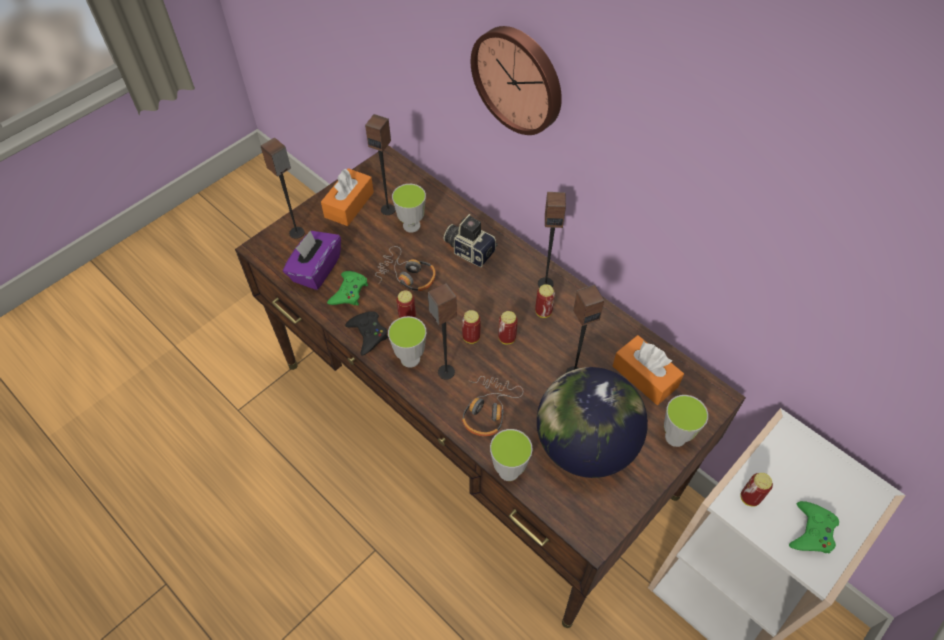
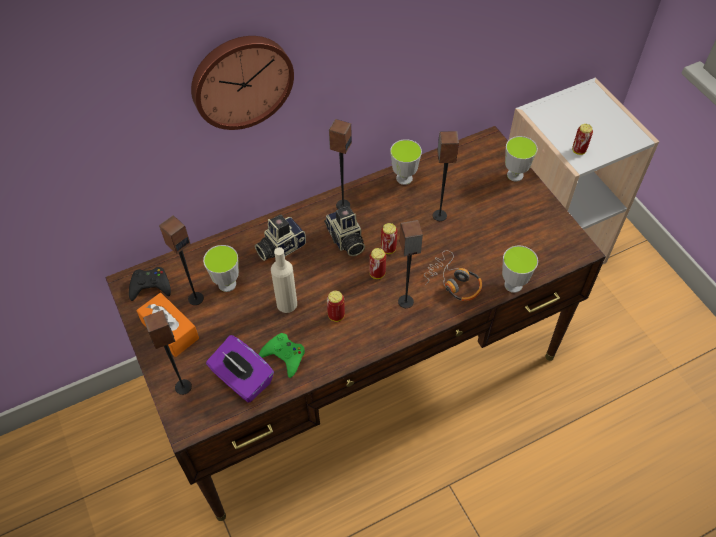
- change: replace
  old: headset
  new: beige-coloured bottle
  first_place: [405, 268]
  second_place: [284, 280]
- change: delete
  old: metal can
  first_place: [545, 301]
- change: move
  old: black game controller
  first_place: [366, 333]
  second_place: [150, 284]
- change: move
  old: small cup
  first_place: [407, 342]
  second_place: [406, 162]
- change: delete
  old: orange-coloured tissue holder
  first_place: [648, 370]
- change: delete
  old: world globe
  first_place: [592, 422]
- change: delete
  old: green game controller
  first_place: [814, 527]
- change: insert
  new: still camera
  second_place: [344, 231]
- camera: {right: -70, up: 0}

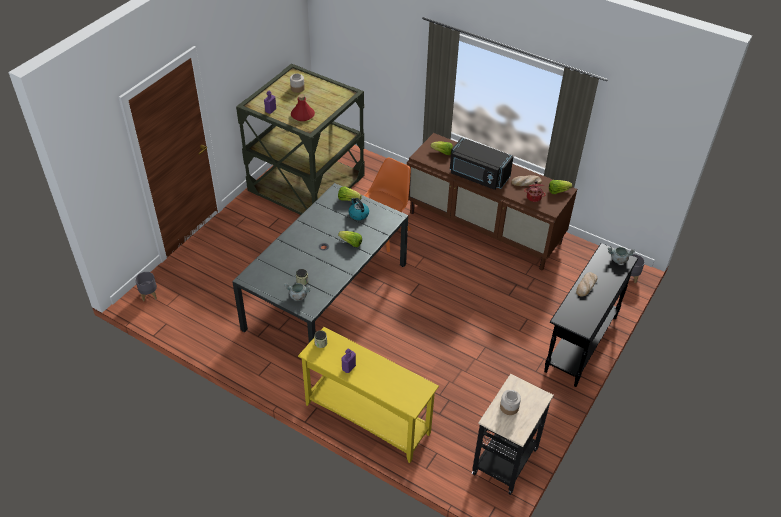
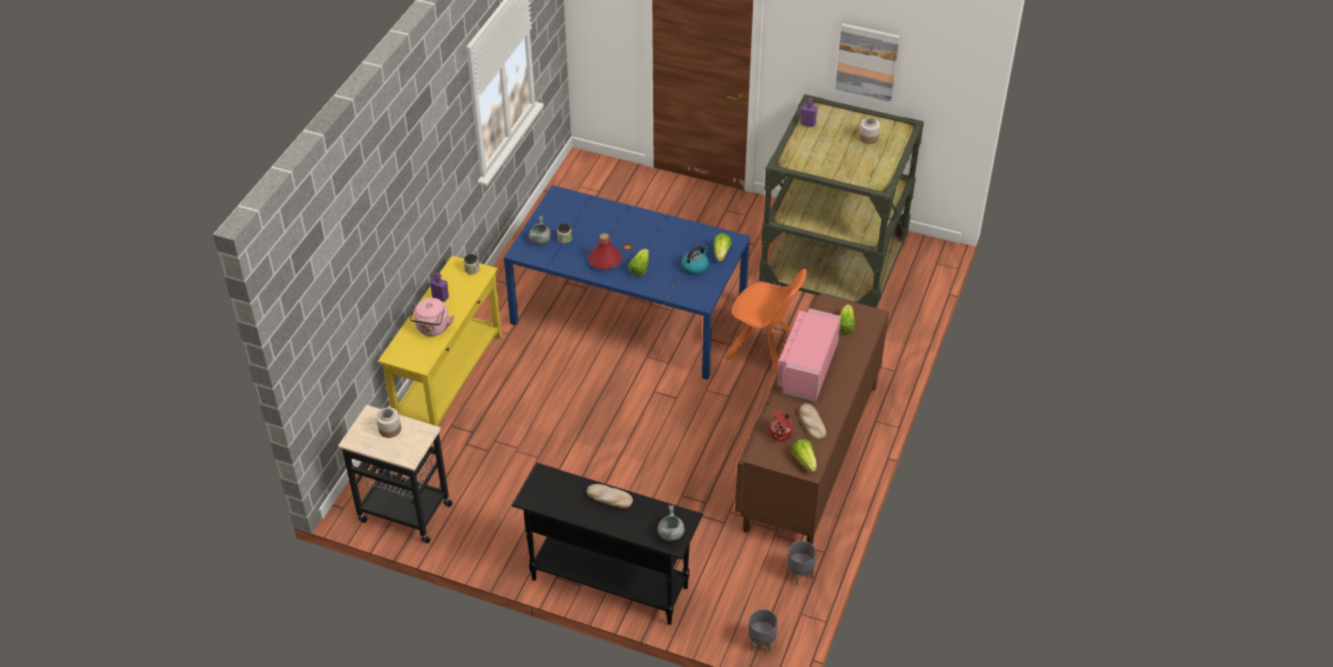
- change: move
  old: red-coloured bottle
  first_place: [303, 107]
  second_place: [605, 251]
- change: recolor
  old: black microwave
  new: pink-coloured microwave
  first_place: [482, 163]
  second_place: [809, 355]
- change: recolor
  old: grey kitchen table
  new: blue-coloured kitchen table
  first_place: [320, 263]
  second_place: [627, 282]
- change: move
  old: grey flower pot
  first_place: [146, 286]
  second_place: [801, 563]
- change: insert
  new: wall picture
  second_place: [867, 62]
- change: insert
  new: pink-coloured kettle
  second_place: [432, 317]
- camera: {right: 80, up: 0}

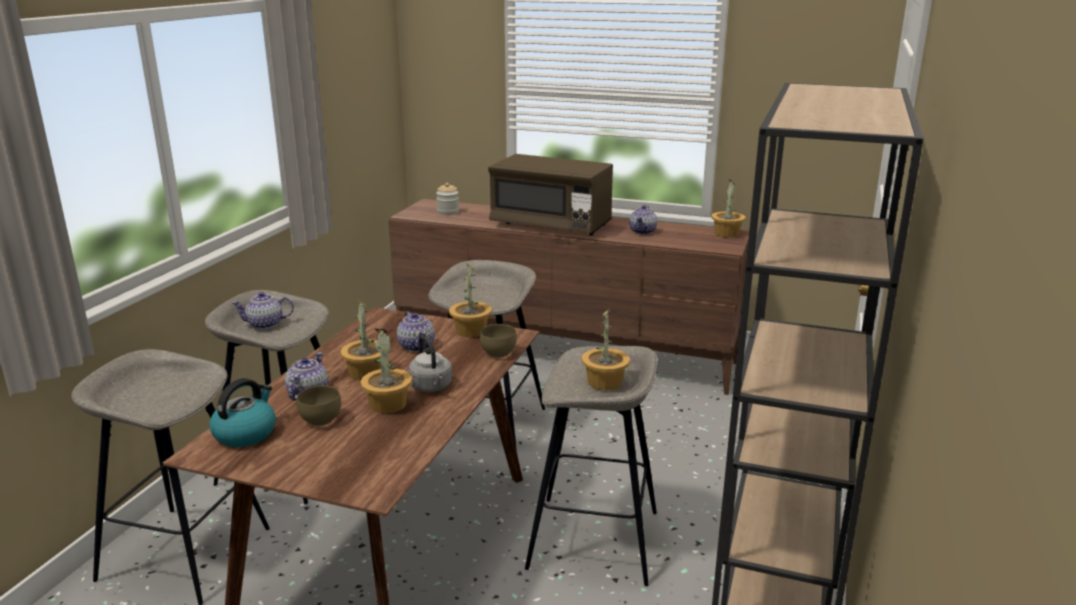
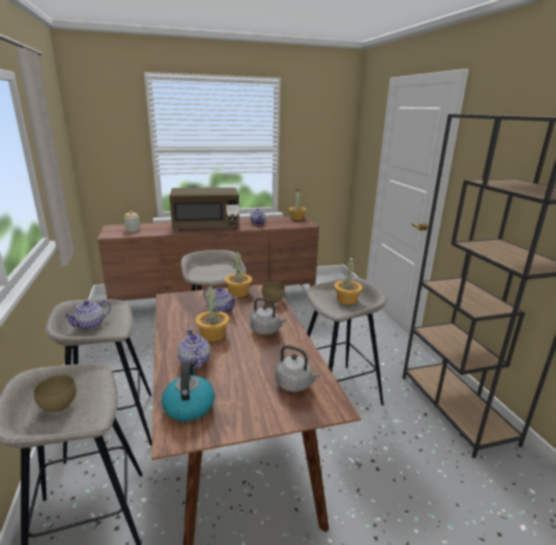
- change: delete
  old: houseplant
  first_place: [386, 371]
- change: move
  old: brownish bowl
  first_place: [319, 405]
  second_place: [55, 393]
- change: insert
  new: grey kettle
  second_place: [298, 368]
- camera: {right: -35, up: 0}

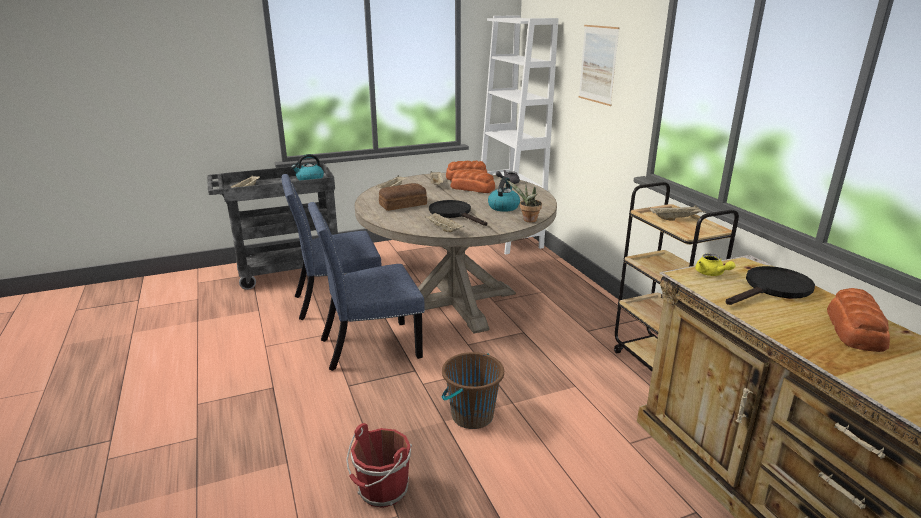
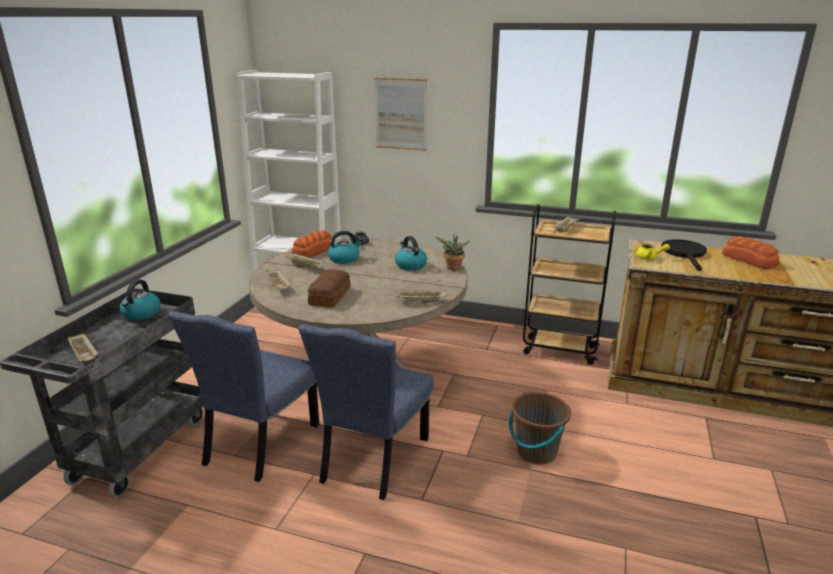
- change: replace
  old: bread
  new: kettle
  first_place: [473, 181]
  second_place: [345, 247]
- change: delete
  old: black pan
  first_place: [458, 213]
- change: delete
  old: red-coloured water bucket
  first_place: [379, 465]
- camera: {right: -50, up: 0}

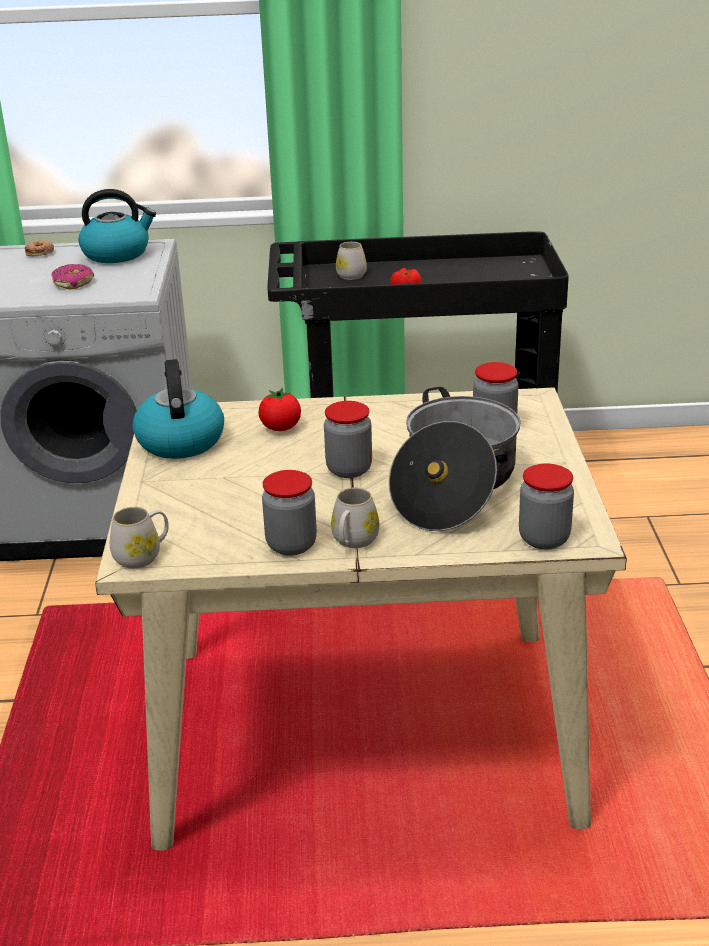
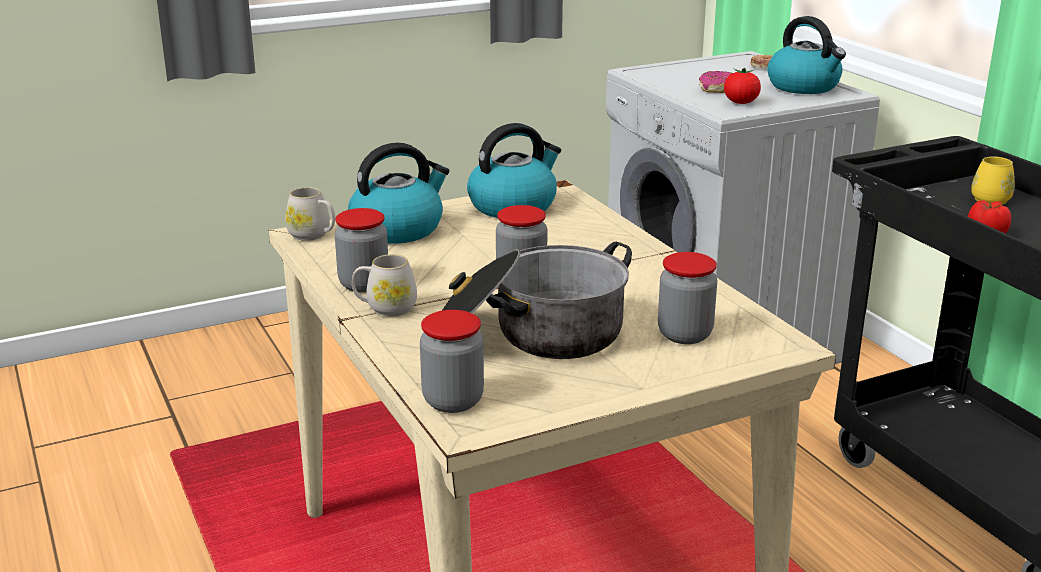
- change: recolor
  old: white-coloured mug
  new: yellow mug
  first_place: [351, 261]
  second_place: [993, 181]
- change: move
  old: fresh tomato
  first_place: [280, 409]
  second_place: [742, 86]
- change: insert
  new: kettle
  second_place: [399, 193]
- camera: {right: 65, up: -5}

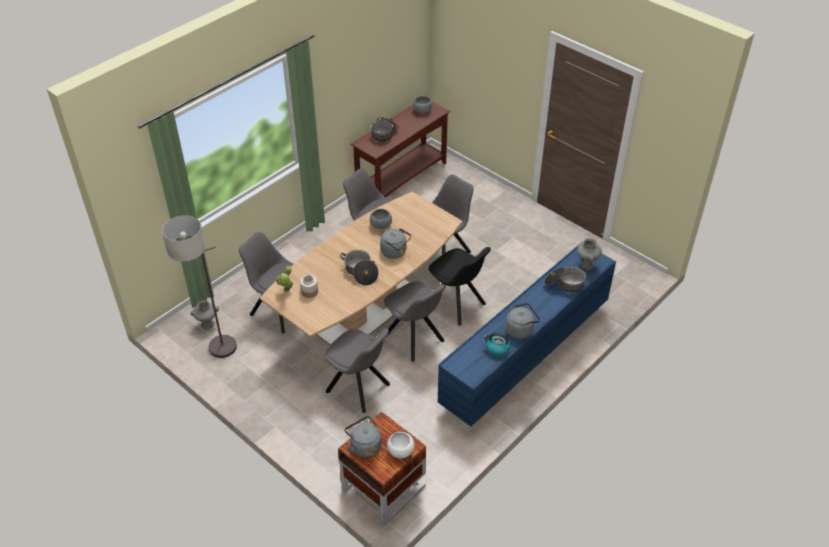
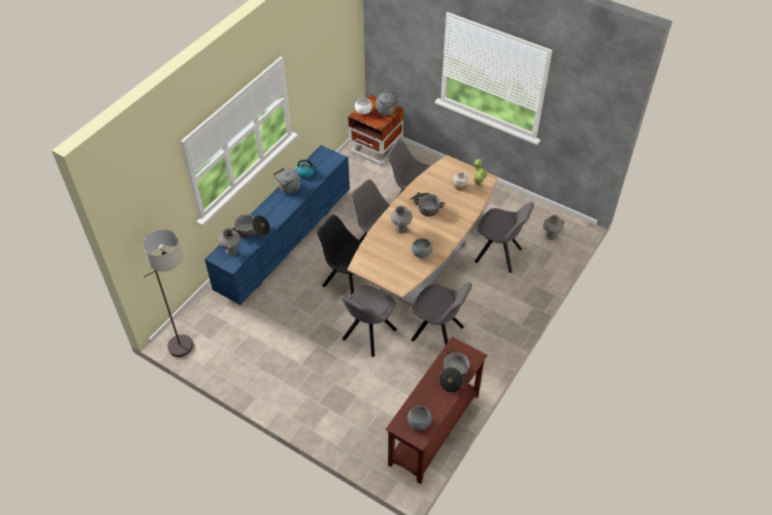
- change: move
  old: grey standing lamp
  first_place: [199, 286]
  second_place: [168, 293]
- change: replace
  old: grey kettle
  new: grey vase
  first_place: [395, 243]
  second_place: [401, 219]
- camera: {right: 170, up: 5}

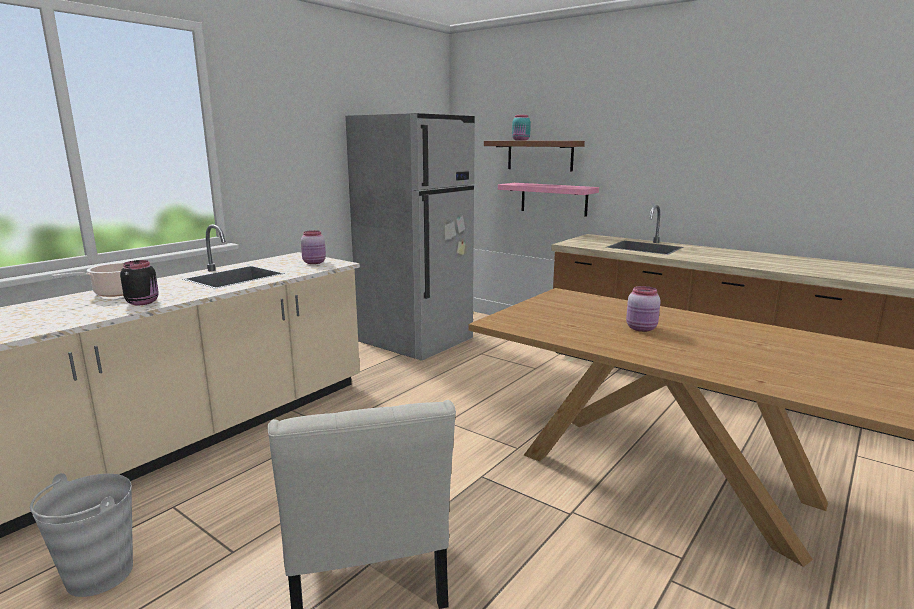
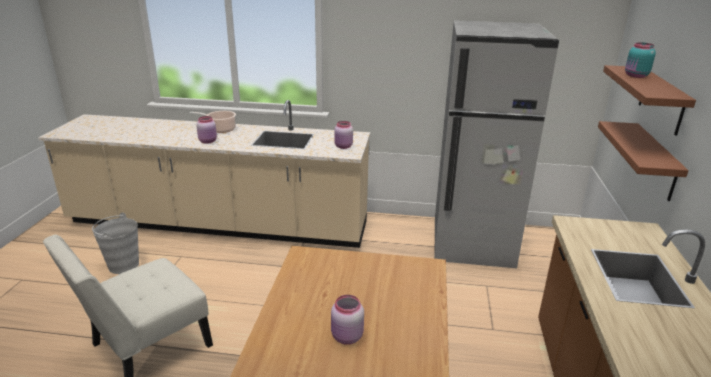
- change: recolor
  old: pink-coloured wall shelf
  new: brownish wall shelf
  first_place: [548, 200]
  second_place: [643, 161]
- change: recolor
  old: black preserve jar
  new: pink-coloured preserve jar
  first_place: [139, 282]
  second_place: [206, 130]
- camera: {right: 60, up: 10}

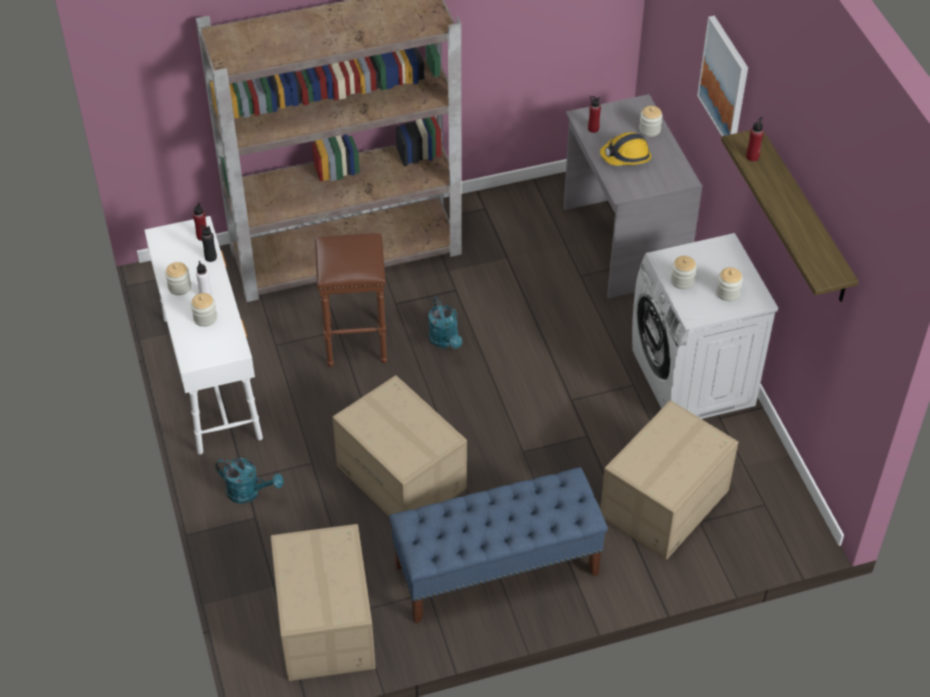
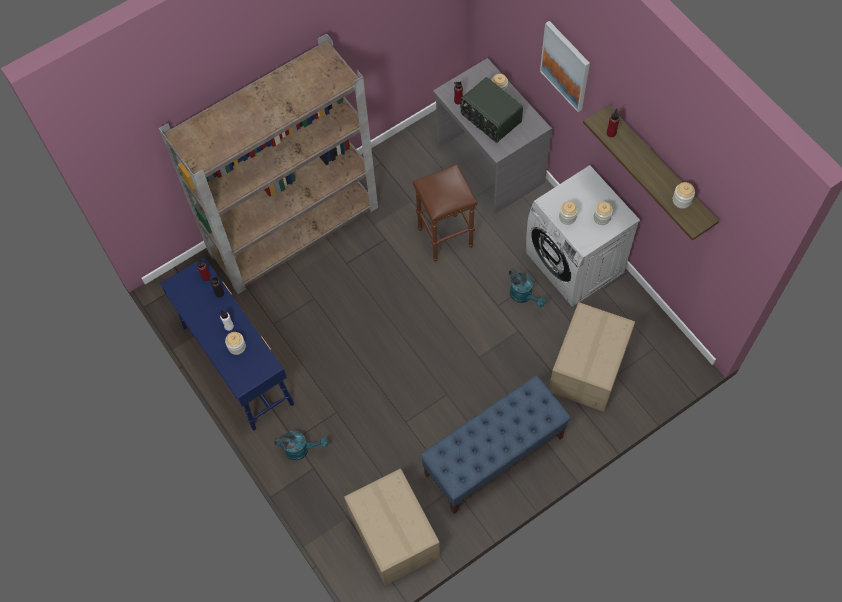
- change: replace
  old: safety helmet
  new: radio receiver
  first_place: [626, 149]
  second_place: [491, 110]
- change: recolor
  old: white-coloured narrow table
  new: blue-coloured narrow table
  first_place: [203, 335]
  second_place: [227, 343]
- change: move
  old: brownish stool seat
  first_place: [351, 300]
  second_place: [445, 213]
- change: move
  old: preserve jar
  first_place: [178, 278]
  second_place: [684, 195]
- change: move
  old: blue-green watering pot
  first_place: [445, 322]
  second_place: [527, 288]
- change: delete
  old: cardboard box
  first_place: [399, 445]
- camera: {right: -15, up: 15}

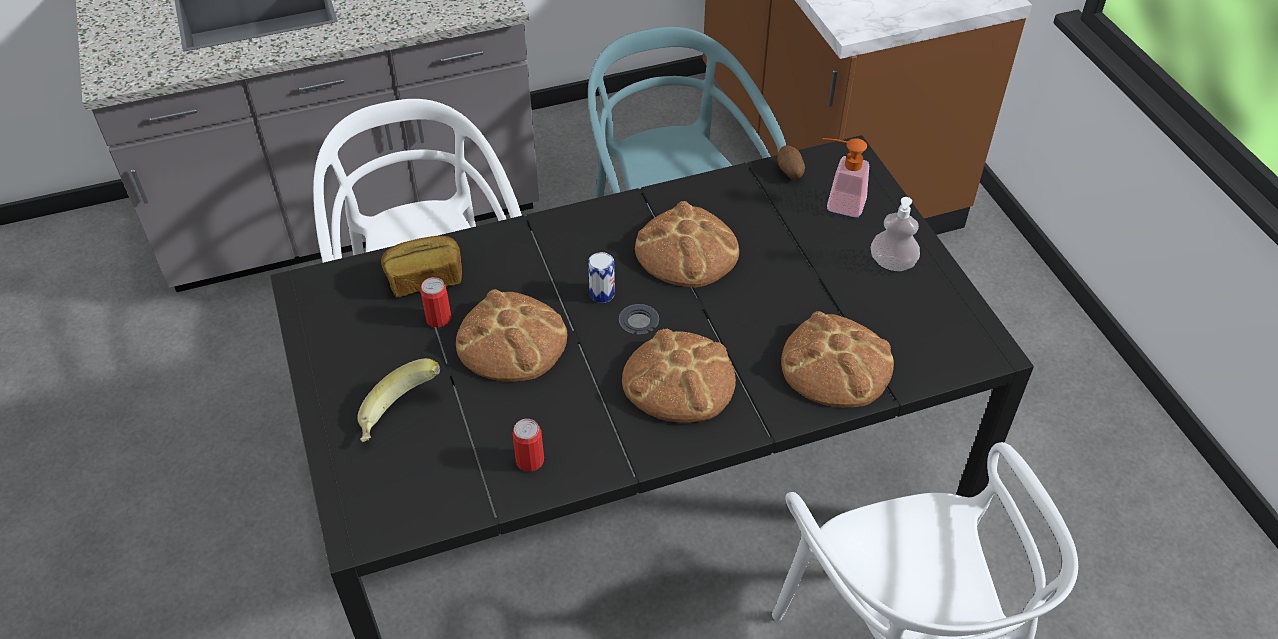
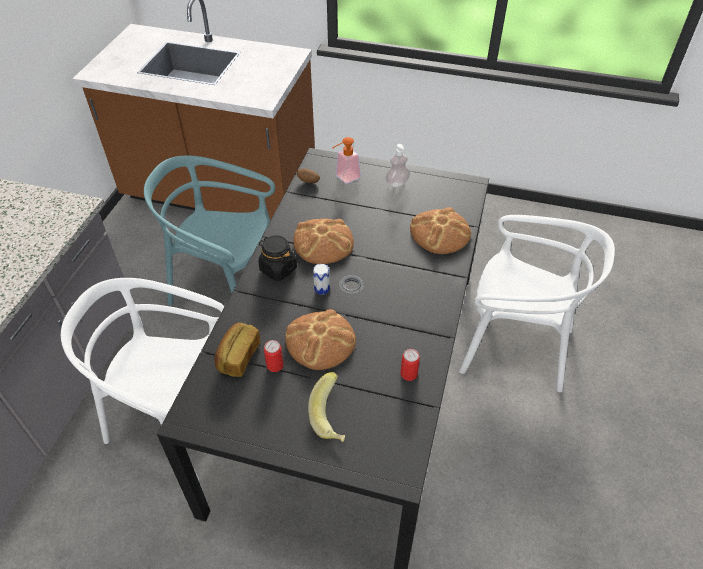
- change: delete
  old: bread
  first_place: [679, 376]
- change: insert
  new: black preserve jar
  second_place: [277, 258]
- camera: {right: -55, up: 0}

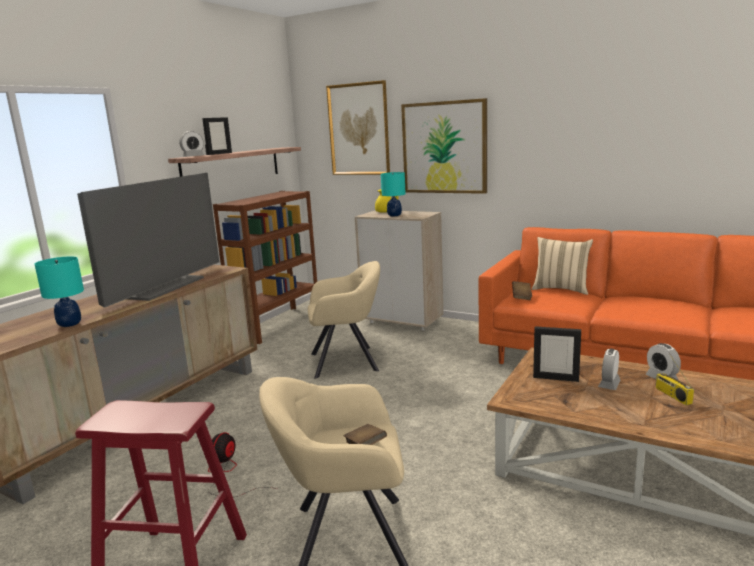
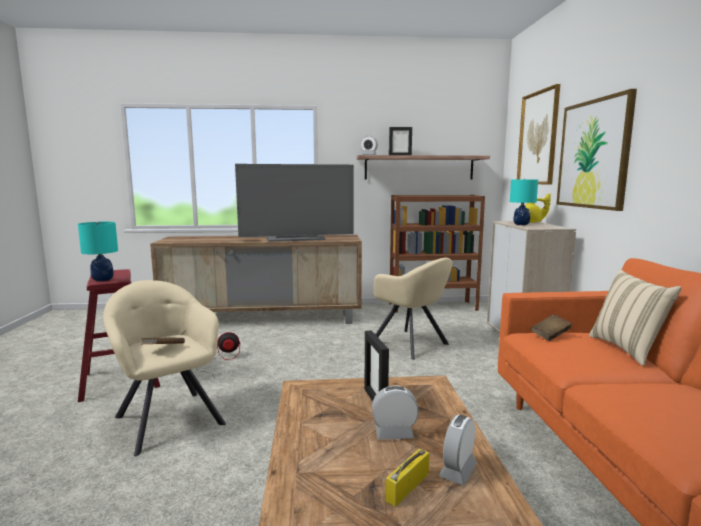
- change: move
  old: blue-green lamp for a table
  first_place: [59, 291]
  second_place: [98, 251]
- camera: {right: 55, up: -5}

